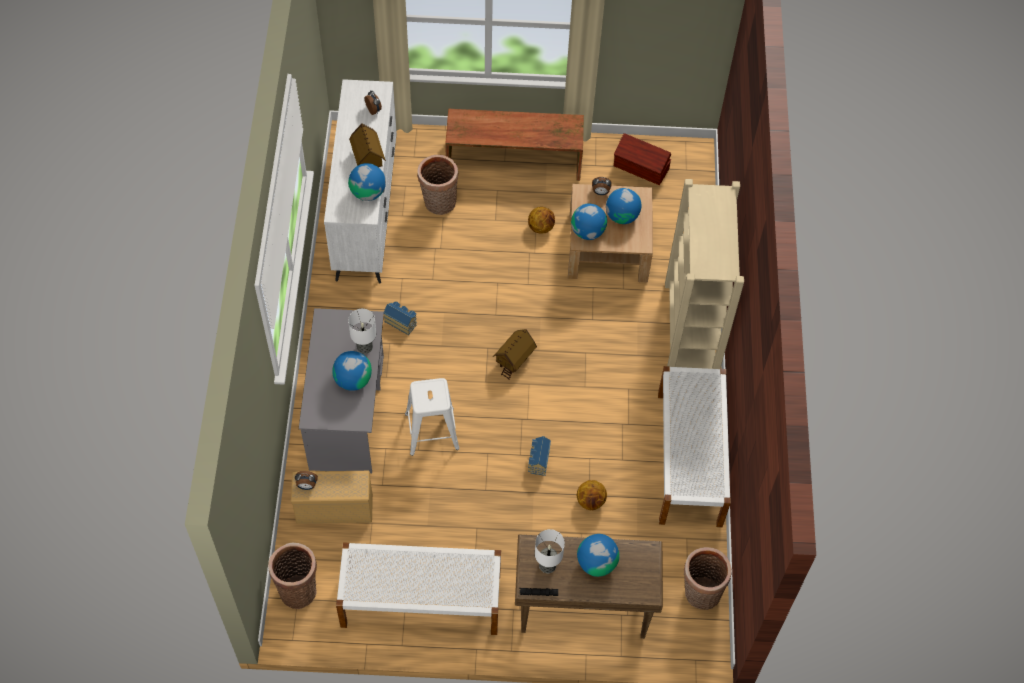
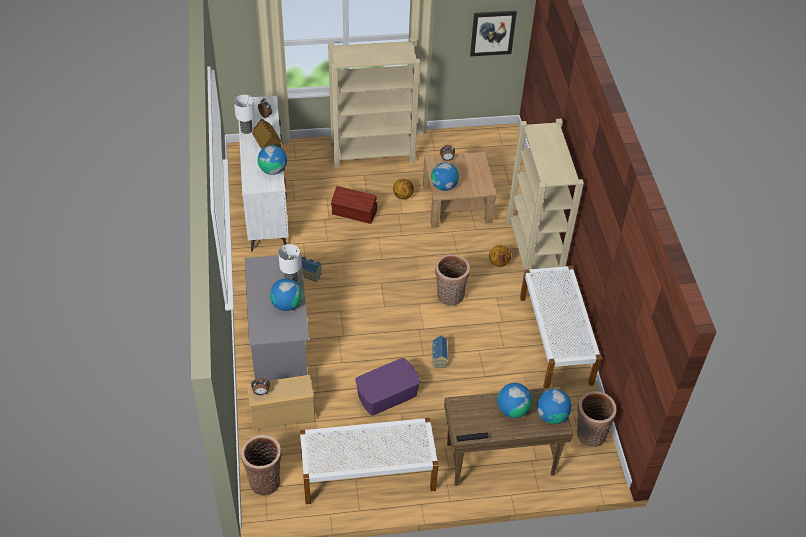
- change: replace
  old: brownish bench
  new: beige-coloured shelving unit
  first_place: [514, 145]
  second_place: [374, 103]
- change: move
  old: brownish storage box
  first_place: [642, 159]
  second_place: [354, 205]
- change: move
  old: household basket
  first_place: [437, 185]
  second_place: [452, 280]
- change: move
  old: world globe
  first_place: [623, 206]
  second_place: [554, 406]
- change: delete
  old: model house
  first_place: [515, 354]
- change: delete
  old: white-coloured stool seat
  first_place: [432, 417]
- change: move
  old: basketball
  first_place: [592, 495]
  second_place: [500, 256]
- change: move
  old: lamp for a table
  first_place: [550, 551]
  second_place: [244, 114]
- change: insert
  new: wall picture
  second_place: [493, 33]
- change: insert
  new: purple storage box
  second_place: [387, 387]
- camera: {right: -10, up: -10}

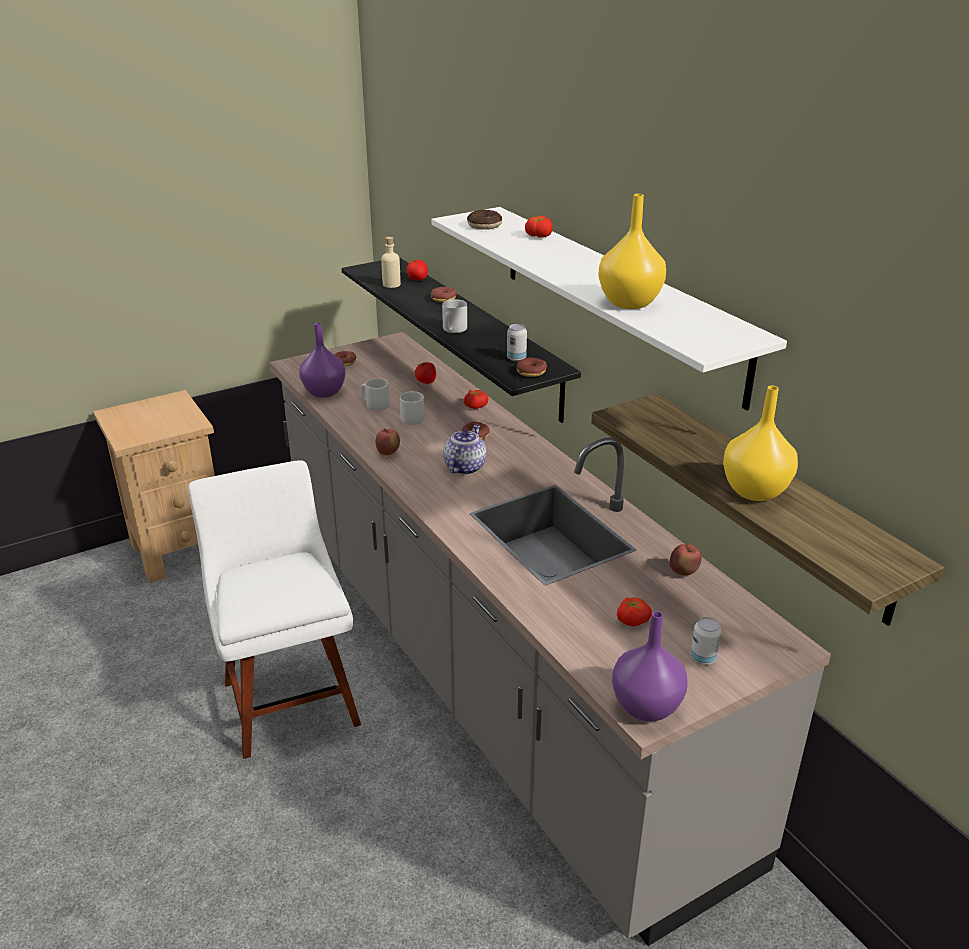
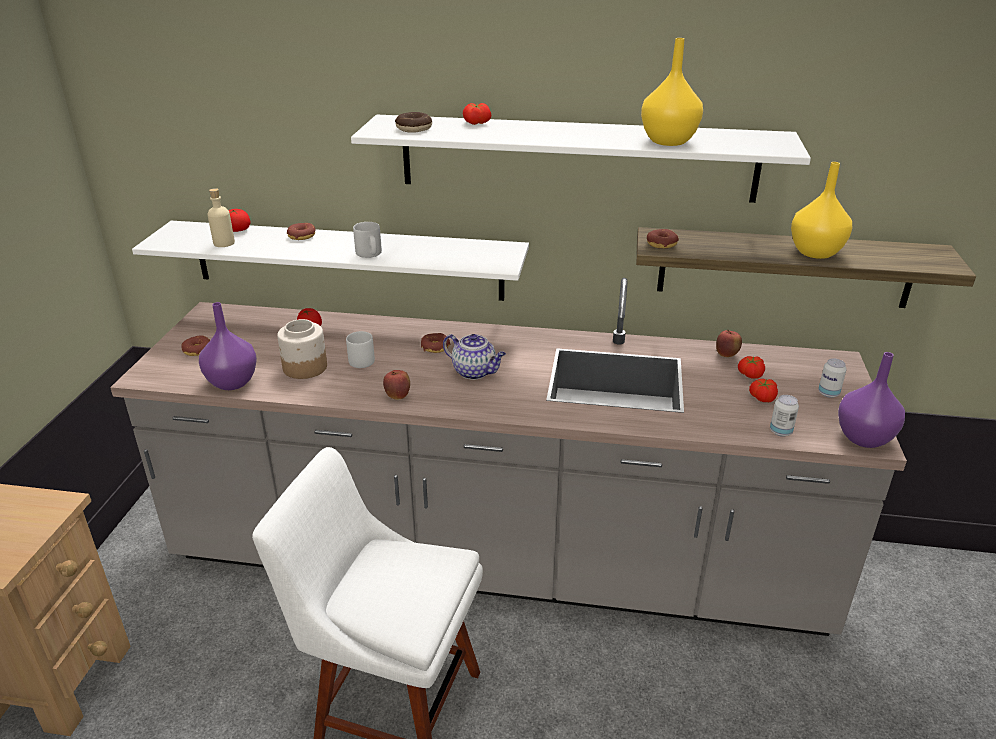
- change: recolor
  old: black wall shelf
  new: white-coloured wall shelf
  first_place: [461, 340]
  second_place: [330, 261]
- change: move
  old: metal can
  first_place: [517, 343]
  second_place: [784, 416]
- change: move
  old: doughnut
  first_place: [531, 367]
  second_place: [663, 238]
- change: replace
  old: grey mug
  new: preserve jar
  first_place: [375, 394]
  second_place: [302, 349]
- change: move
  old: fresh tomato
  first_place: [476, 399]
  second_place: [751, 367]
- change: rotate
  old: pot for tea
  first_place: [465, 450]
  second_place: [474, 357]
  degrees: 150
- camera: {right: -50, up: 0}

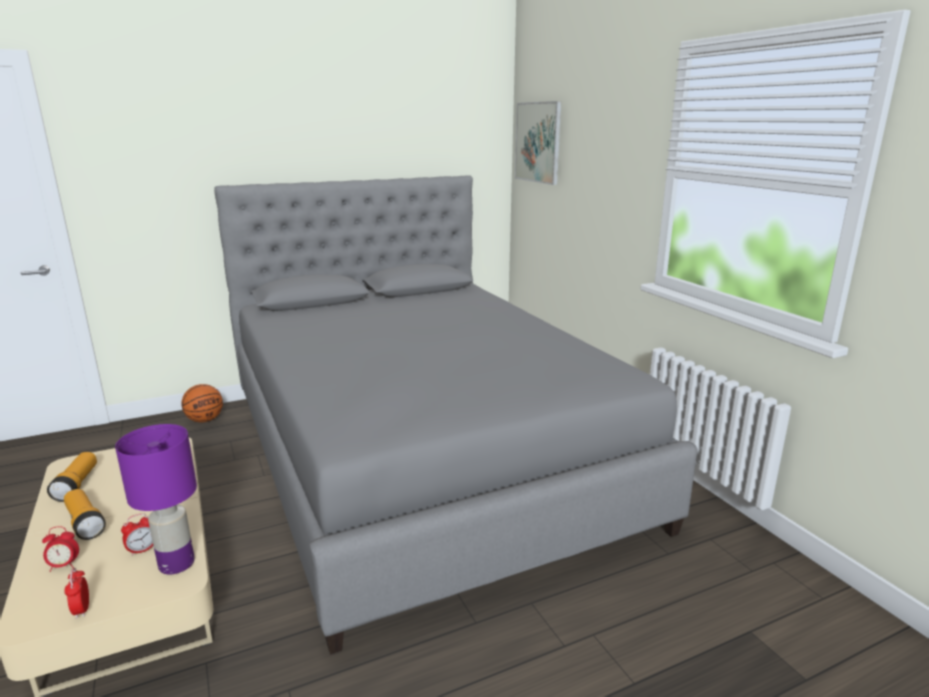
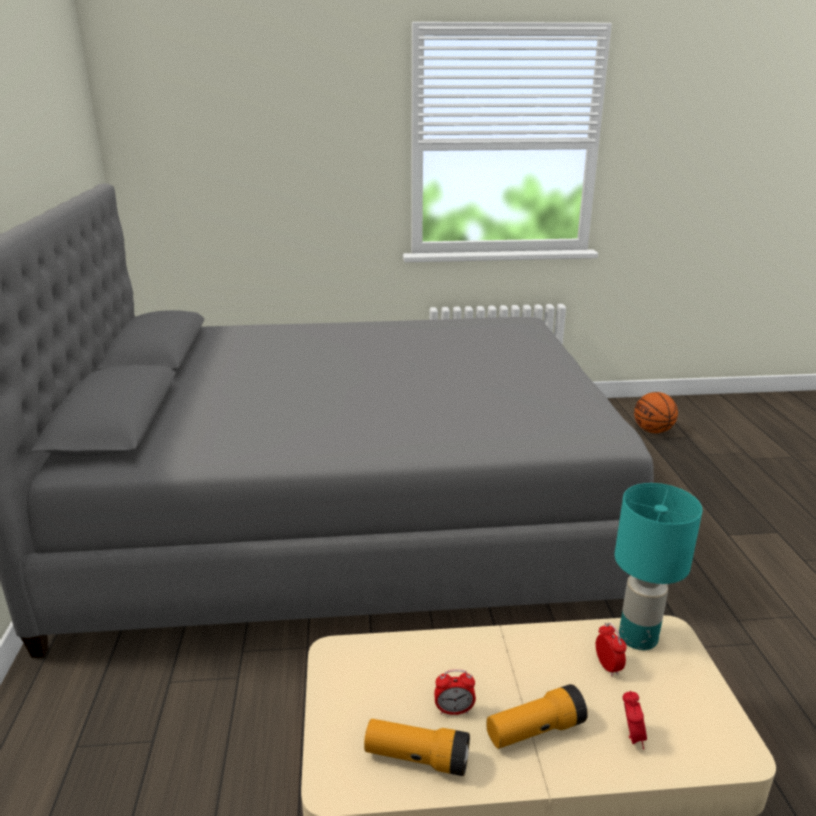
- change: delete
  old: wall picture
  first_place: [538, 143]
- change: move
  old: basketball
  first_place: [202, 403]
  second_place: [656, 412]
- change: recolor
  old: purple lamp for a table
  new: blue-green lamp for a table
  first_place: [156, 499]
  second_place: [659, 566]
- change: move
  old: bedside clock
  first_place: [76, 593]
  second_place: [455, 692]
- camera: {right: -70, up: 5}

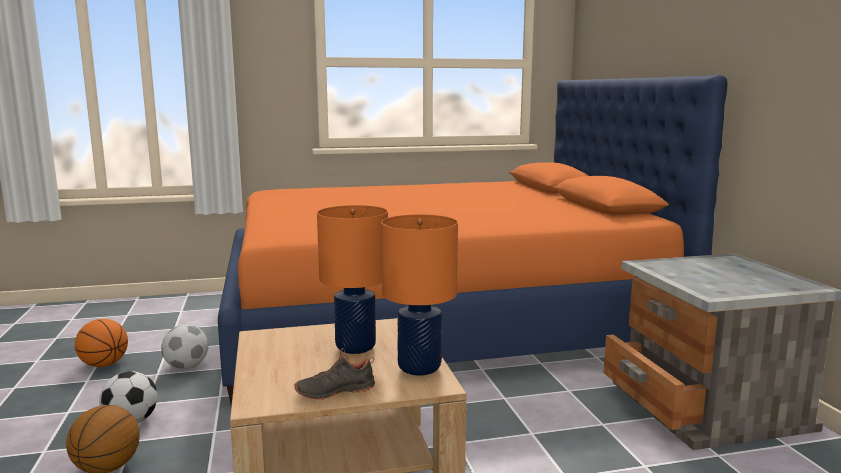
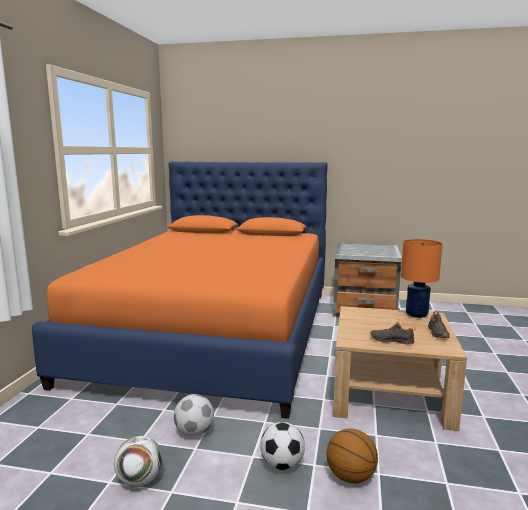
- change: delete
  old: orange-coloured lamp for a table
  first_place: [352, 279]
- change: replace
  old: basketball
  new: ball for football
  first_place: [101, 343]
  second_place: [138, 461]
- change: insert
  new: black low shoe
  second_place: [393, 332]
- camera: {right: -65, up: 0}

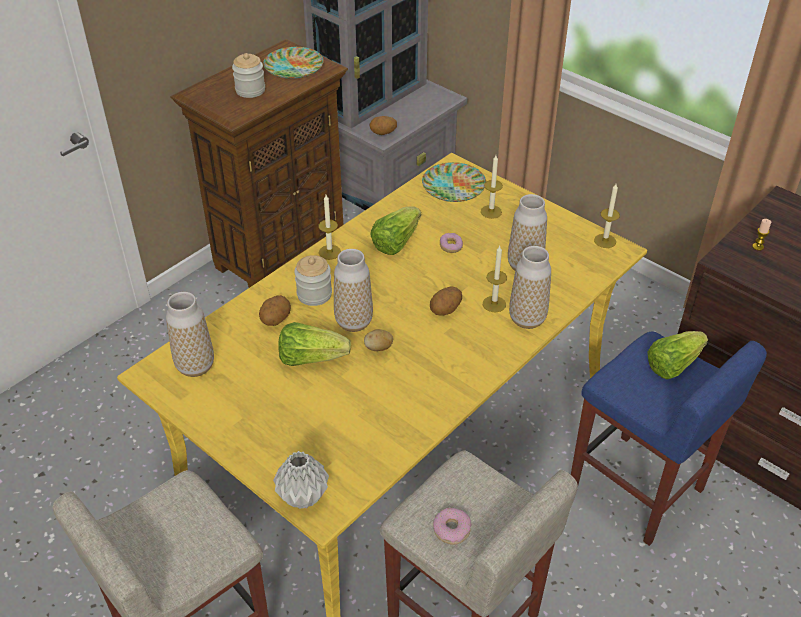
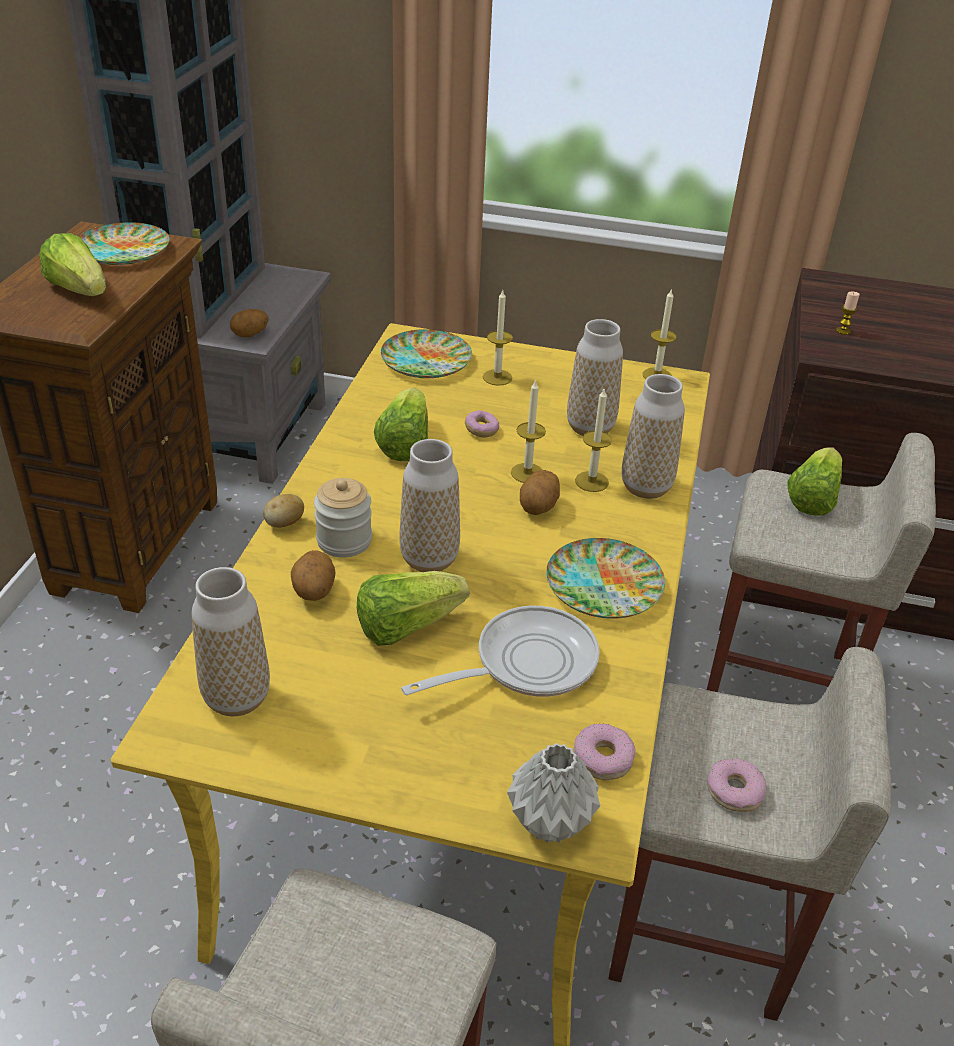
- change: replace
  old: preserve jar
  new: lettuce head
  first_place: [248, 75]
  second_place: [72, 264]
- change: move
  old: candle
  first_place: [329, 227]
  second_place: [528, 431]
- change: move
  old: spud
  first_place: [378, 340]
  second_place: [283, 511]
- change: recolor
  old: blue-coloured stool seat
  new: beige-coloured stool seat
  first_place: [669, 438]
  second_place: [821, 562]
- change: insert
  new: plate
  second_place: [605, 578]
- change: insert
  new: pan
  second_place: [500, 651]
- change: insert
  new: doughnut
  second_place: [604, 751]
- camera: {right: -30, up: -5}

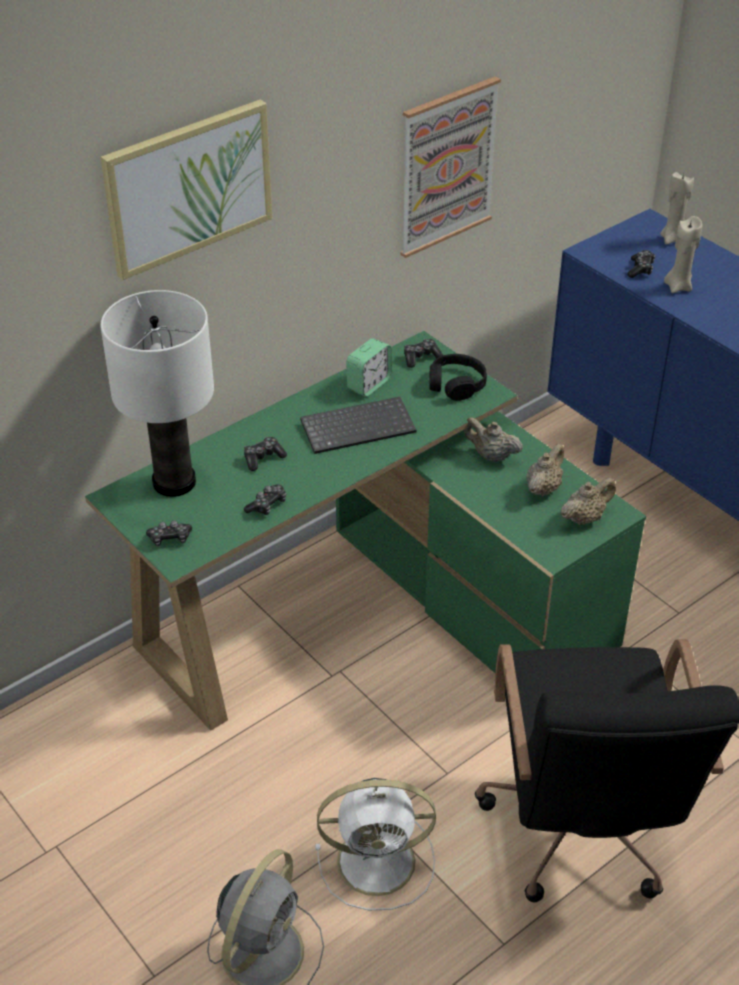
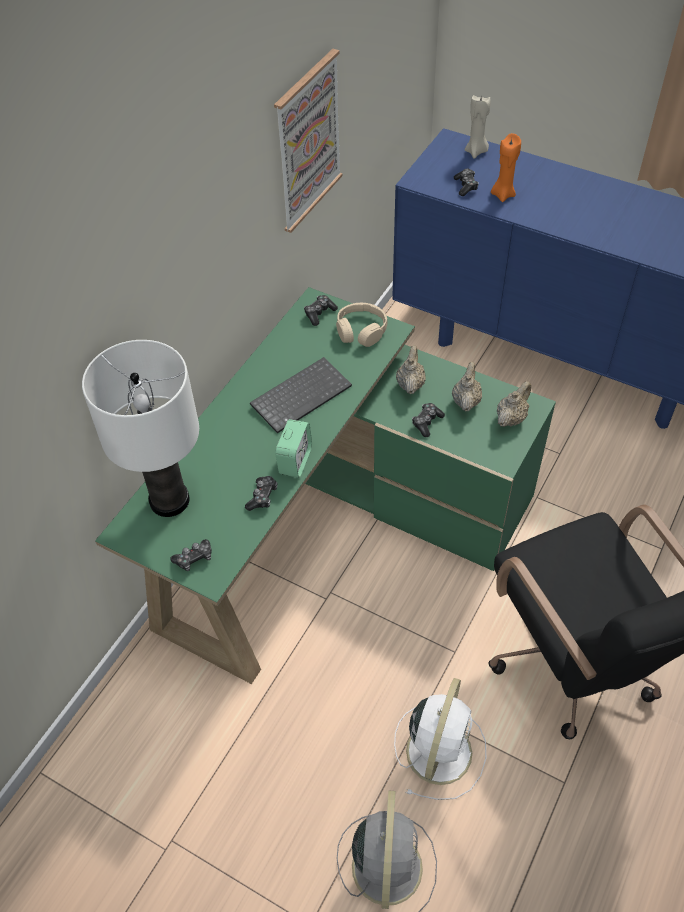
- change: delete
  old: wall picture
  first_place: [186, 189]
- change: recolor
  old: beige-coloured candle
  new: orange-coloured candle
  first_place: [683, 254]
  second_place: [506, 167]
- change: move
  old: bedside clock
  first_place: [369, 367]
  second_place: [293, 448]
- change: recolor
  old: black headset
  new: beige-coloured headset
  first_place: [458, 377]
  second_place: [362, 325]
- change: rotate
  old: beige-coloured pot for tea
  first_place: [493, 440]
  second_place: [411, 369]
  degrees: 90
- change: move
  old: game controller
  first_place: [265, 454]
  second_place: [428, 420]
- change: rotate
  old: white-coloured electric fan
  first_place: [375, 844]
  second_place: [440, 739]
  degrees: -45
- camera: {right: -20, up: 10}

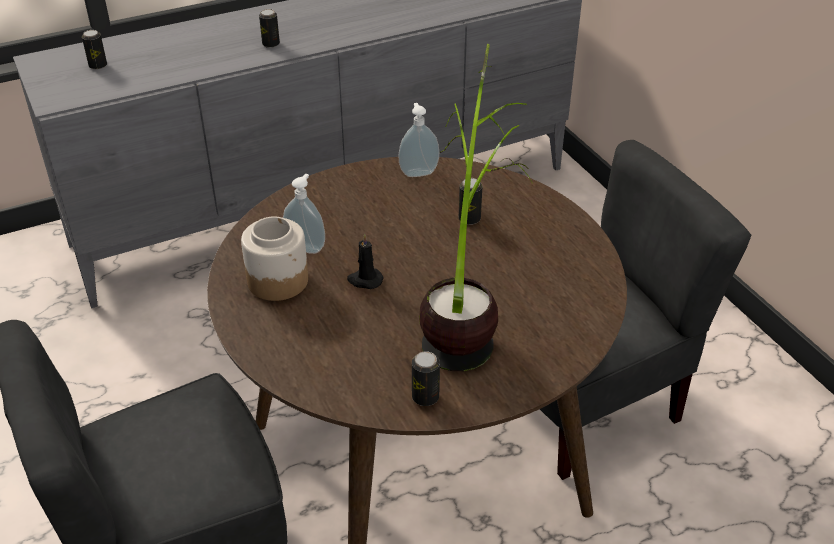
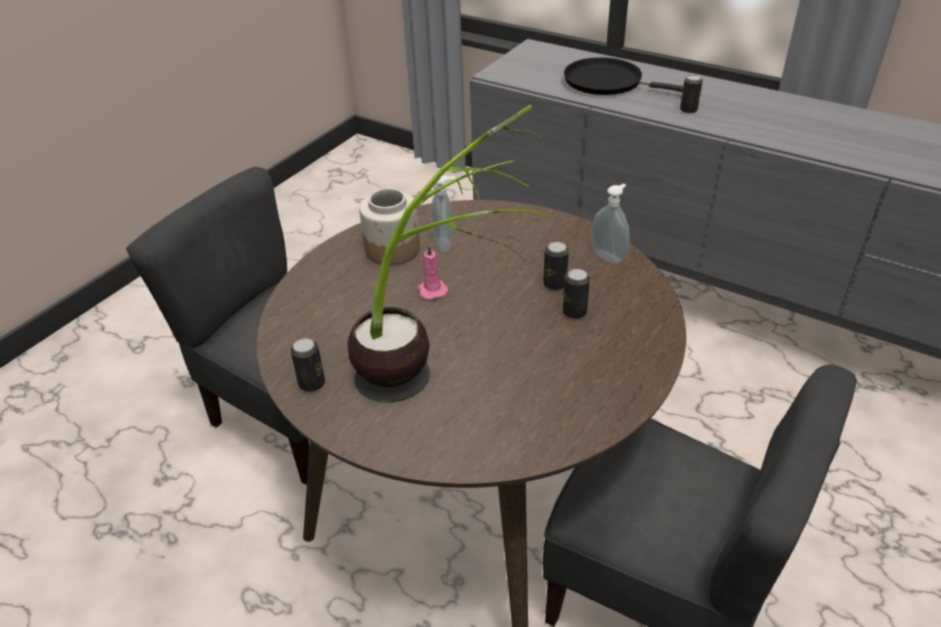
- change: move
  old: metal can
  first_place: [94, 50]
  second_place: [556, 265]
- change: recolor
  old: black candle
  new: pink-coloured candle
  first_place: [365, 261]
  second_place: [433, 272]
- change: insert
  new: black pan
  second_place: [623, 76]
- camera: {right: 60, up: 0}

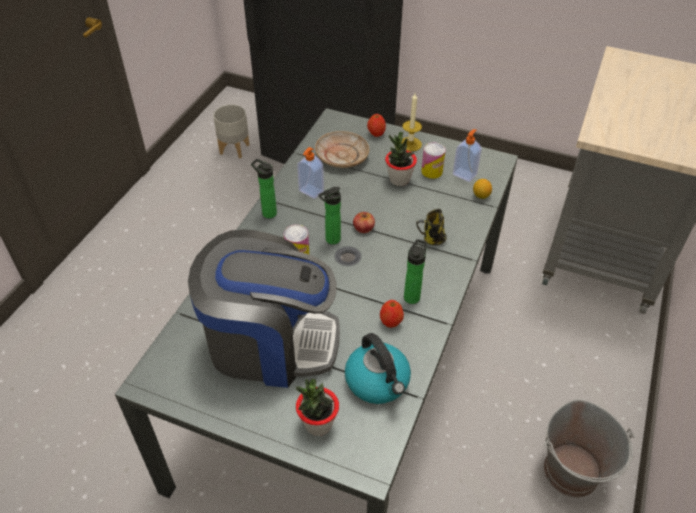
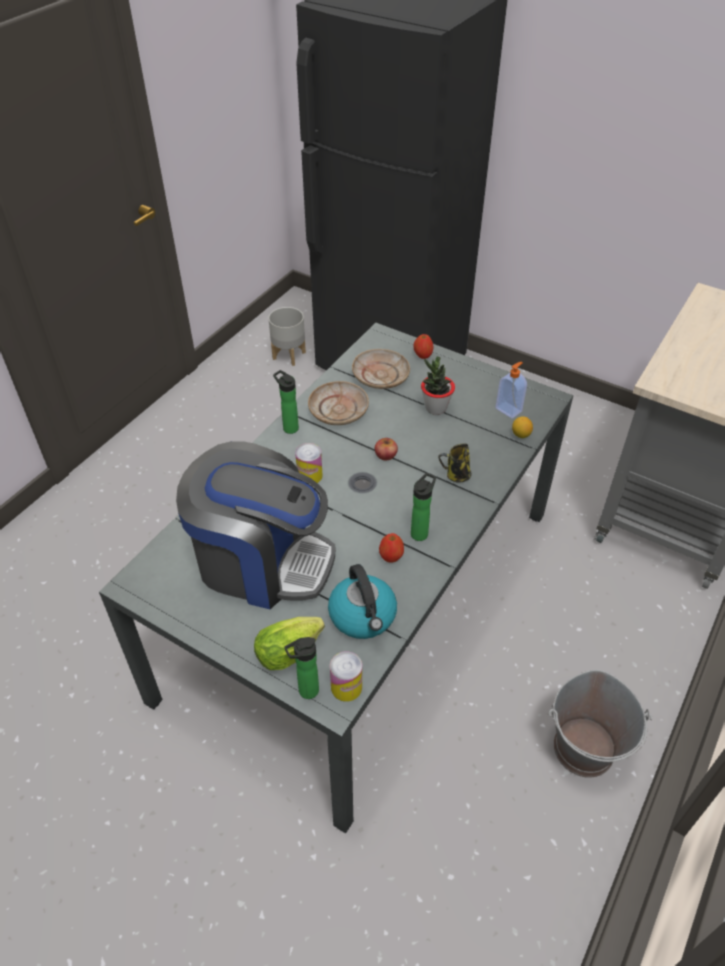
- change: delete
  old: candle
  first_place: [411, 122]
- change: move
  old: metal can
  first_place: [433, 161]
  second_place: [346, 676]
- change: replace
  old: soap dispenser
  new: beige-coloured plate
  first_place: [310, 173]
  second_place: [338, 403]
- change: move
  old: bottle
  first_place: [329, 216]
  second_place: [301, 668]
- change: replace
  old: houseplant
  new: lettuce head
  first_place: [317, 407]
  second_place: [289, 643]
- camera: {right: 10, up: 0}

